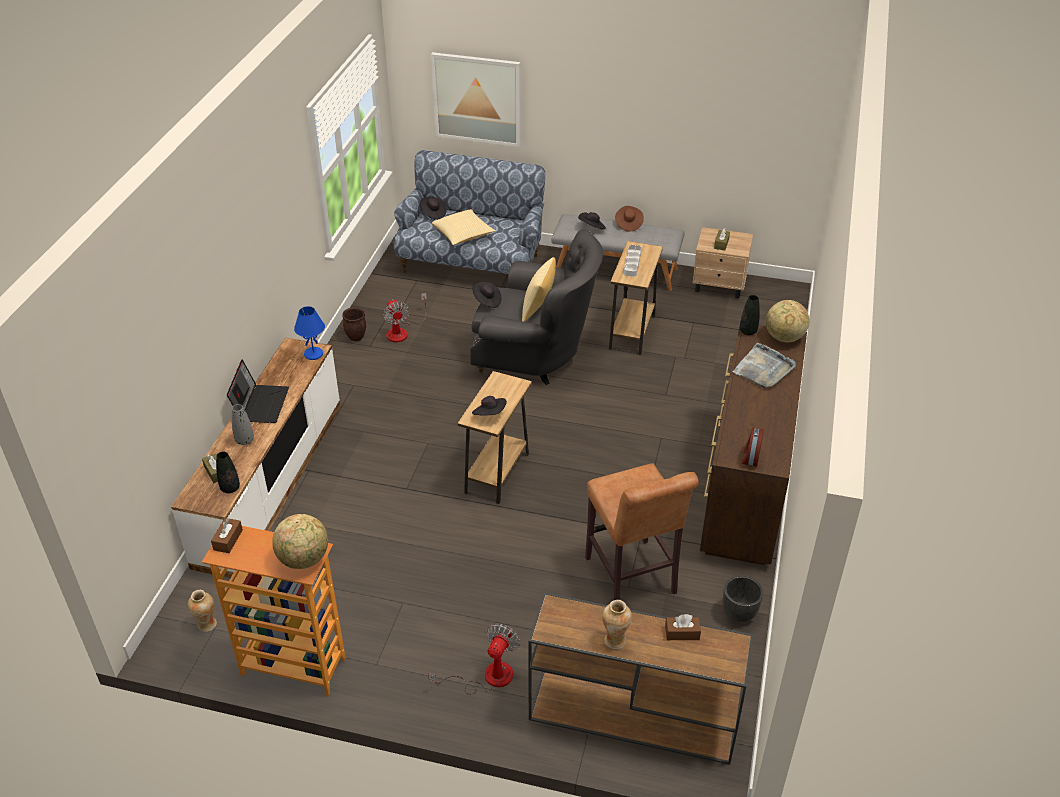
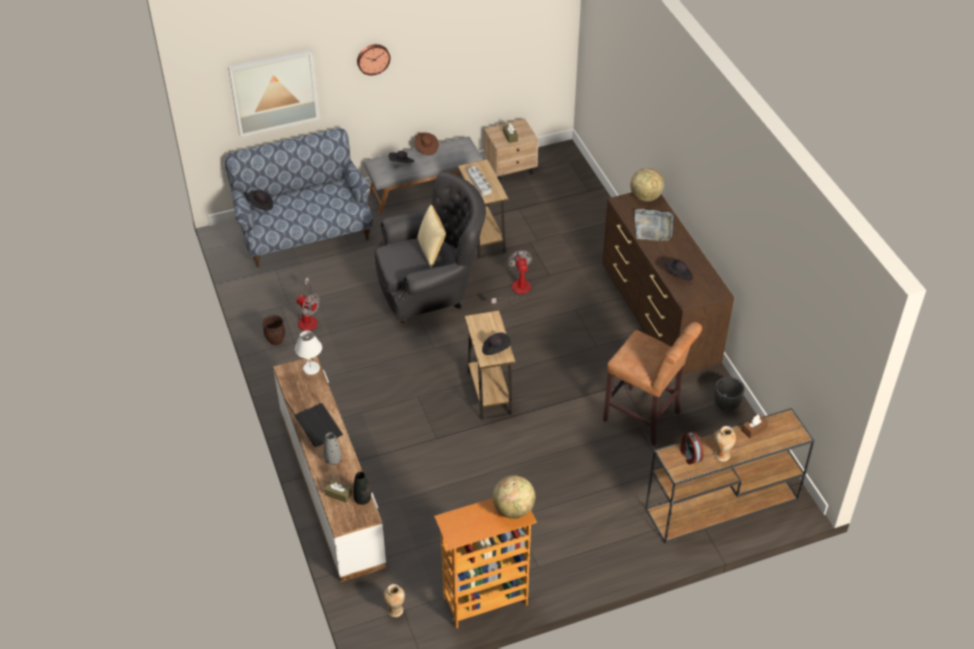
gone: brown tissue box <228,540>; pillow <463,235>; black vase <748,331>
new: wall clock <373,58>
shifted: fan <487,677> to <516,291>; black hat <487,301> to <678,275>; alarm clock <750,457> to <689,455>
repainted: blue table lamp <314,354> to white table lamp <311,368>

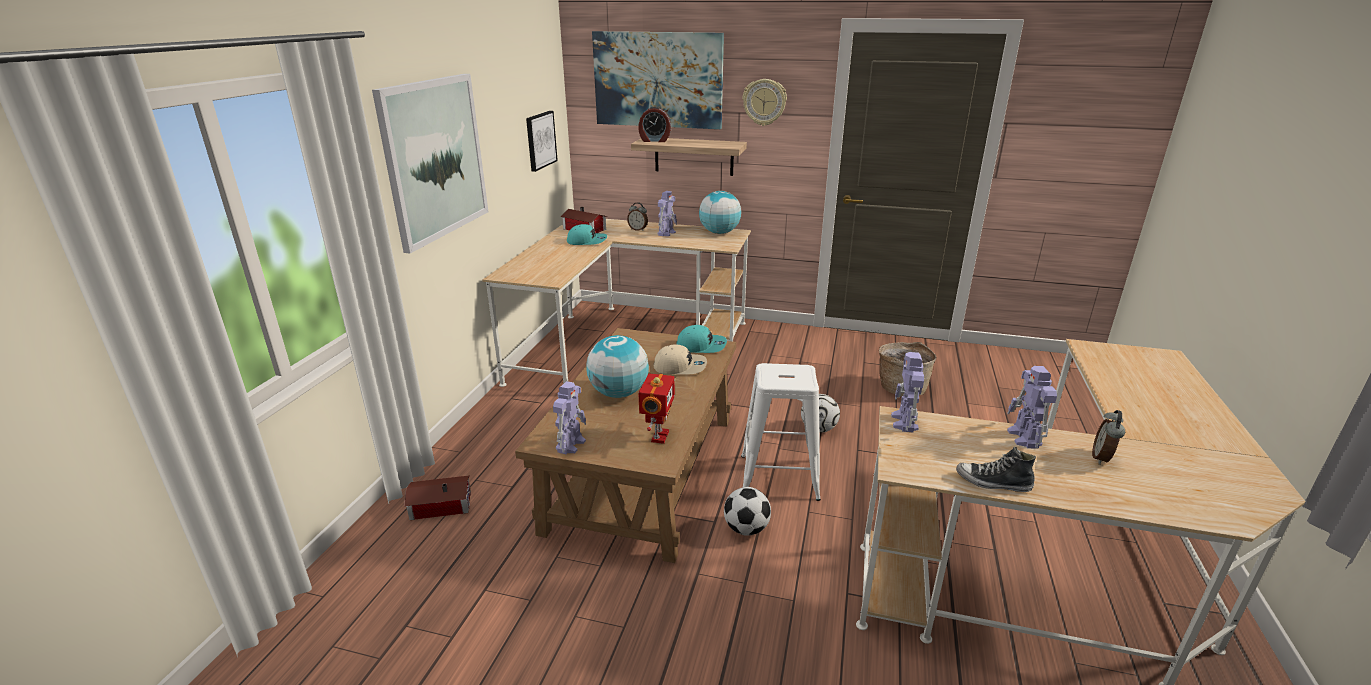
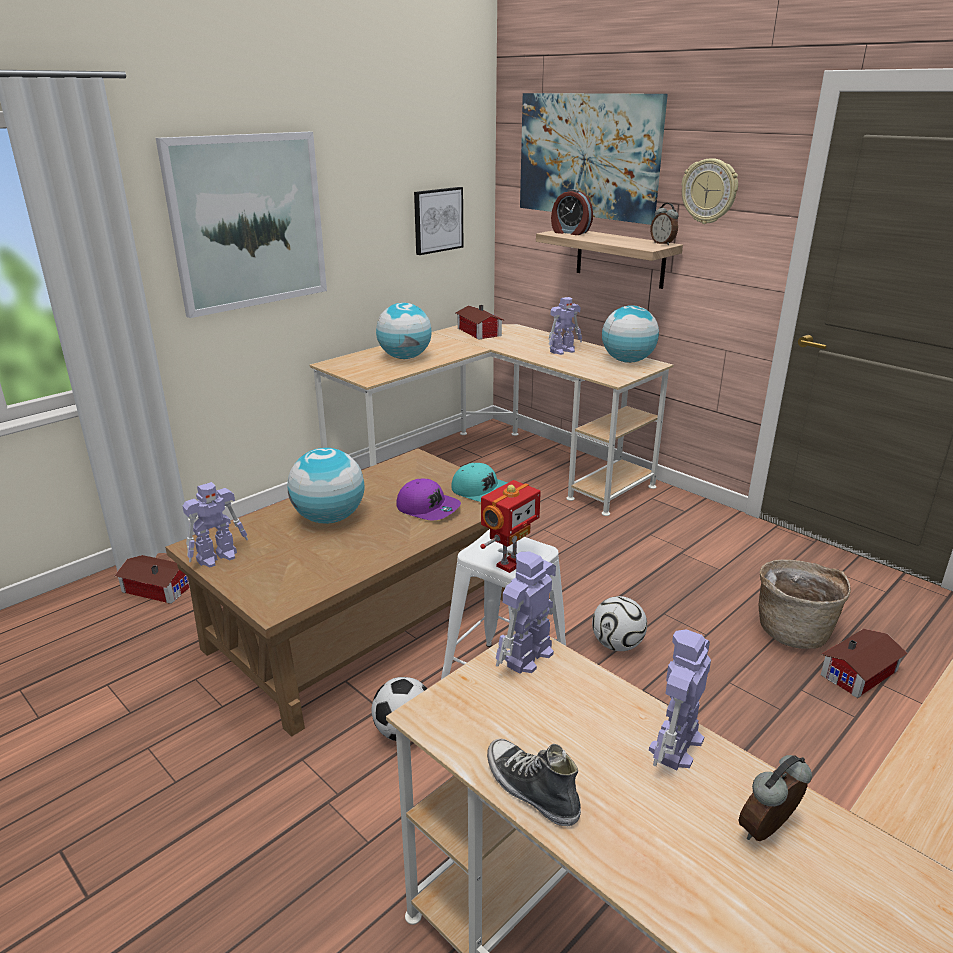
gone: turquoise cap <587,241>
new: globe <405,357>; toy house <862,673>
shifted: alarm clock <638,229> to <663,243>; toy robot <658,436> to <509,563>
repainted: beige cap <680,366> to purple cap <428,508>

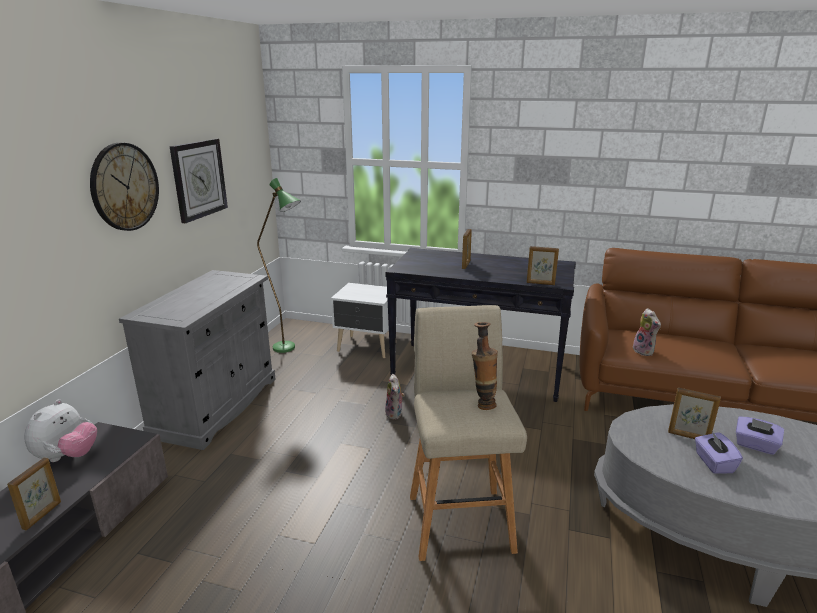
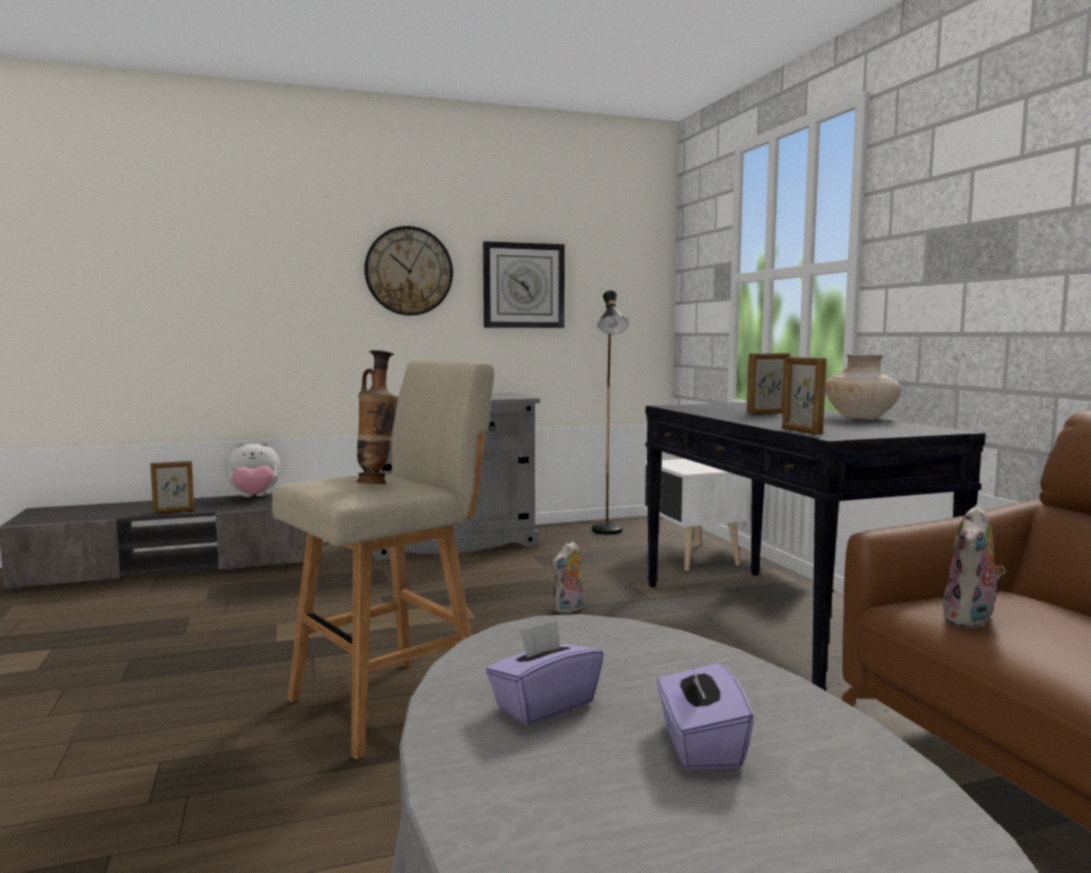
gone: picture frame <688,437>
new: beige vase <861,418>
repainted: green floor lamp <290,349> to black floor lamp <608,533>

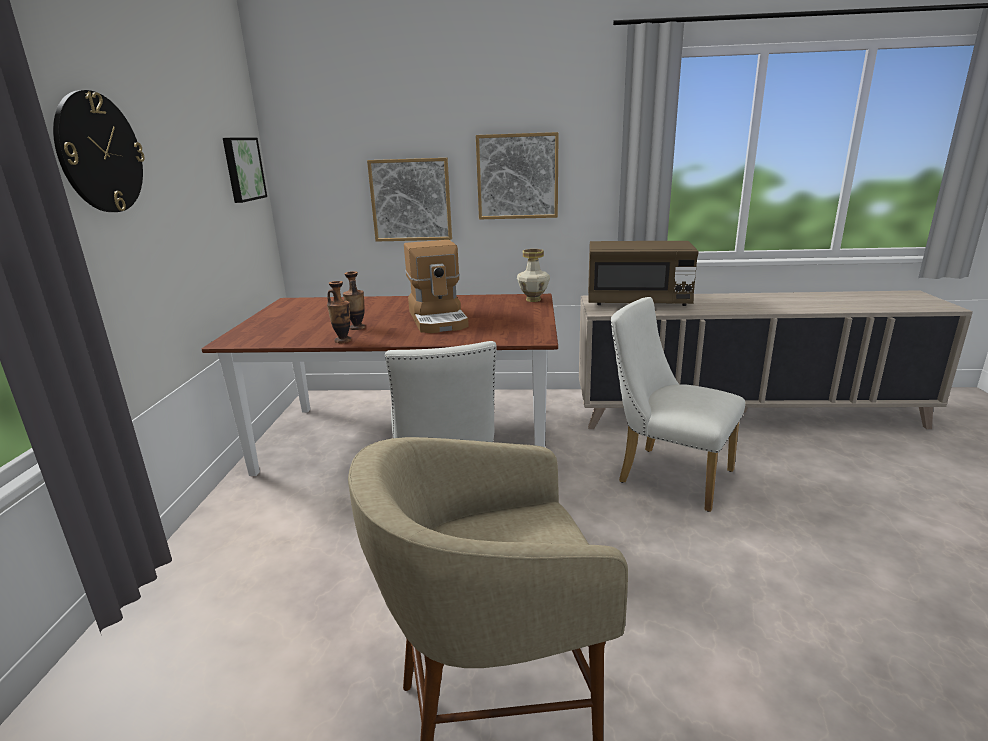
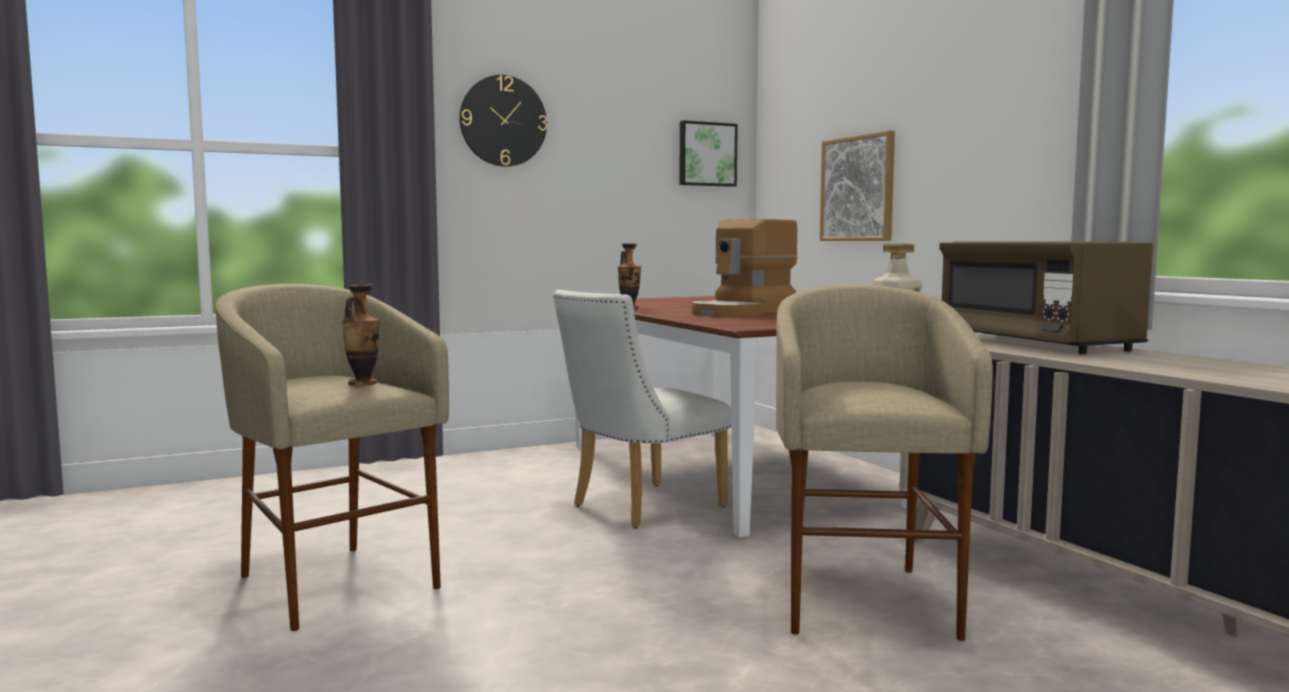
gone: picture <517,176>
shifted: vase <357,327> to <363,384>
swapped: white chair <667,474> to beige stool <863,599>

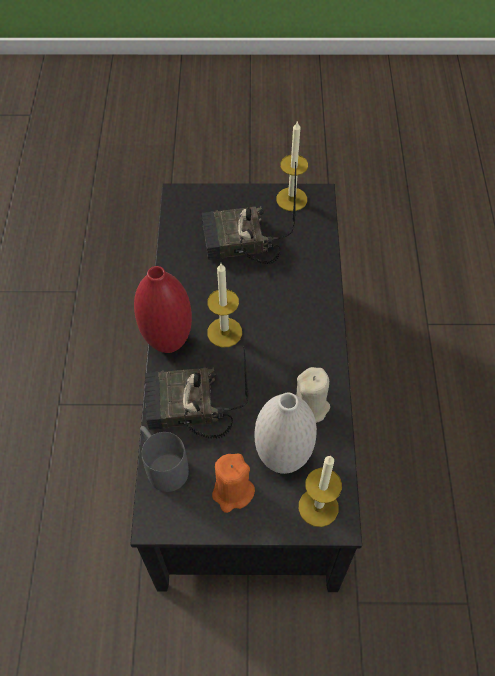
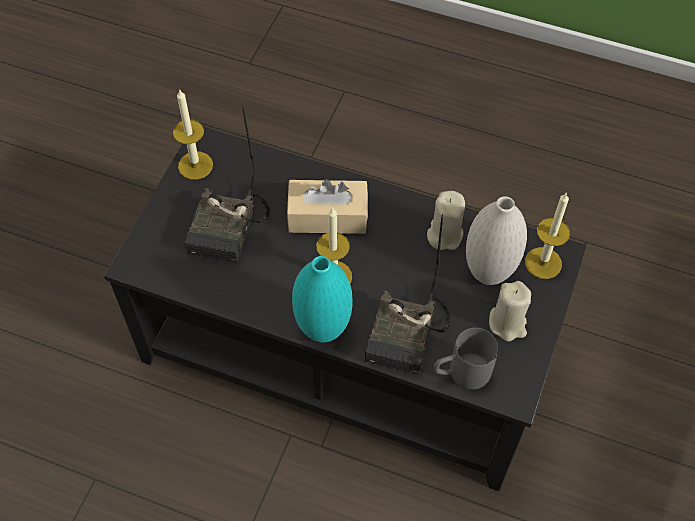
new: beige tissue box <327,216>
repainted: red vase <168,342> to turquoise vase <323,330>; orange candle <232,492> to beige candle <507,323>

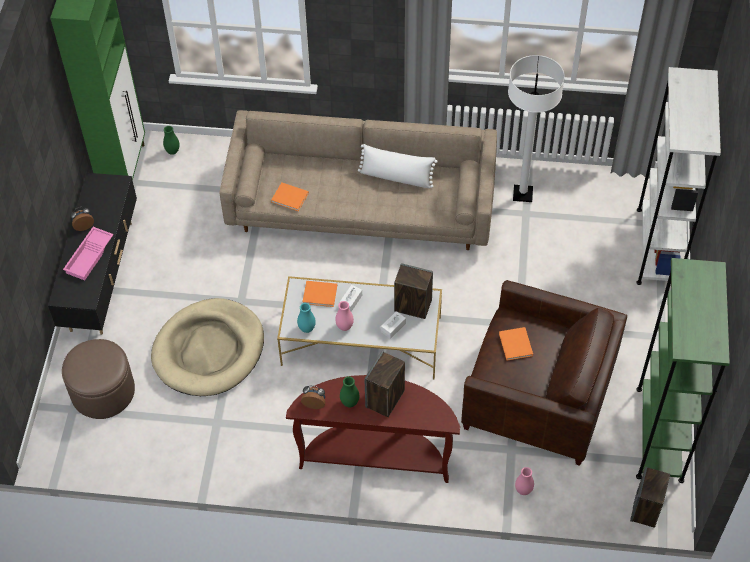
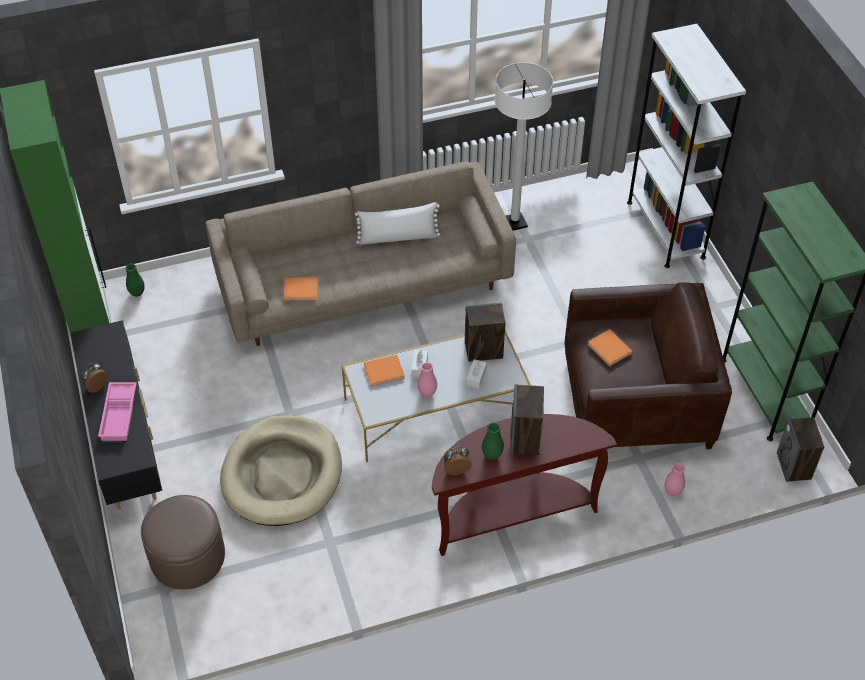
gone: turquoise vase <307,328>

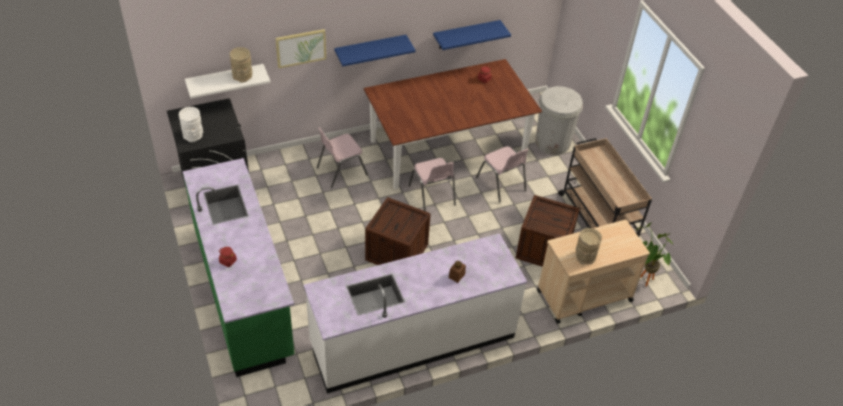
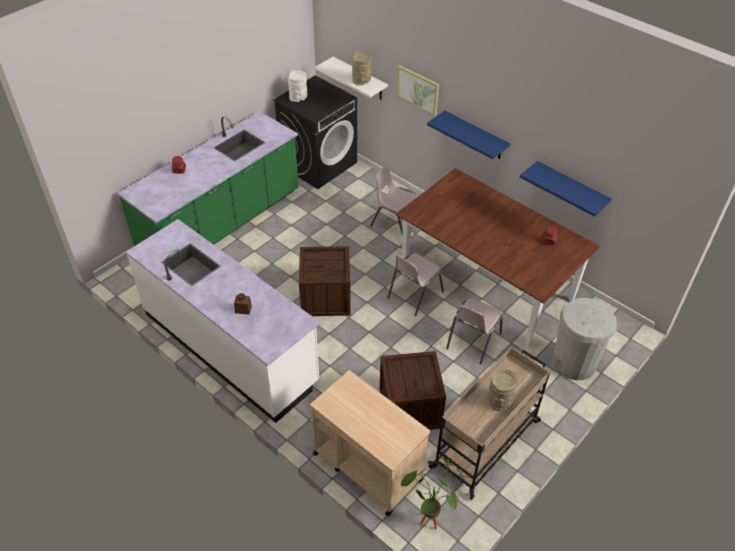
shifted: beige vase <585,256> to <499,400>

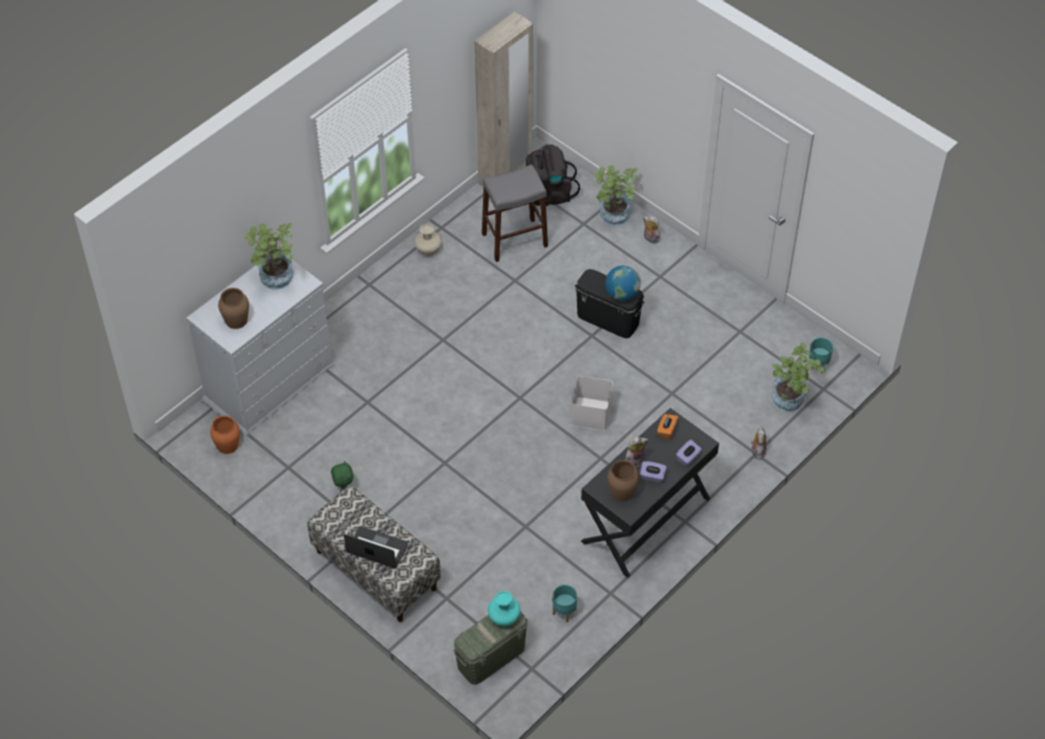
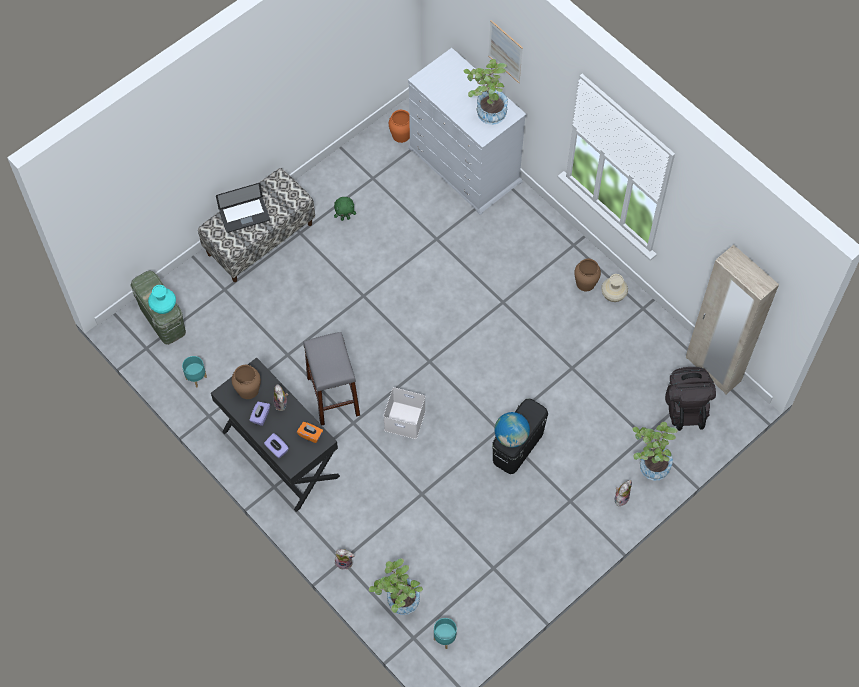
new: picture <505,51>
shifted: brown vase <236,320> to <585,282>; grey stool <514,240> to <333,396>
rotated: laptop <377,548> = <244,215> 45 degrees clockwise

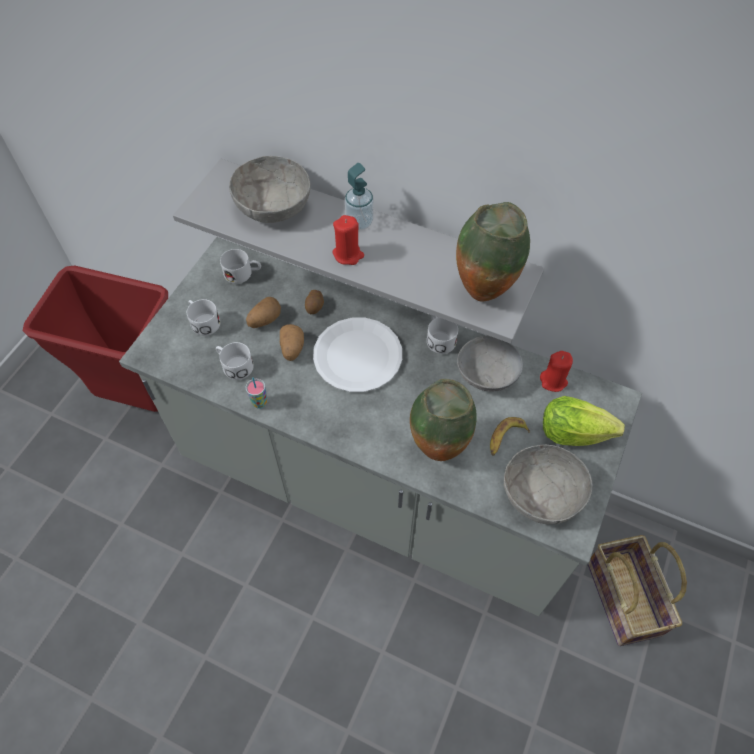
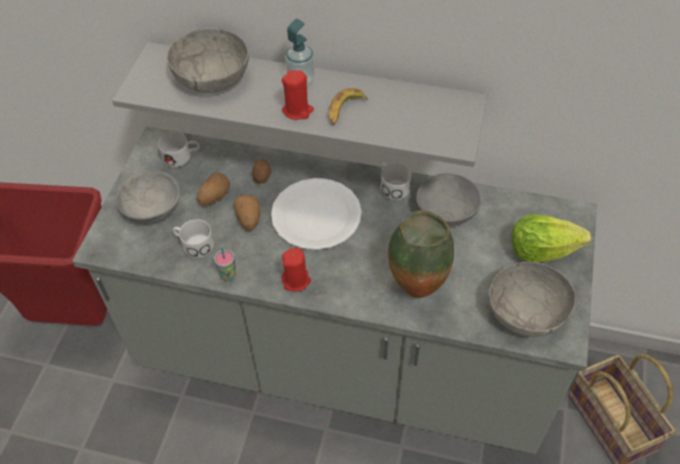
gone: vase <483,292>
shifted: banana <505,438> to <345,110>; red candle <553,381> to <296,280>
swapped: white mug <203,321> to grey bowl <151,208>

